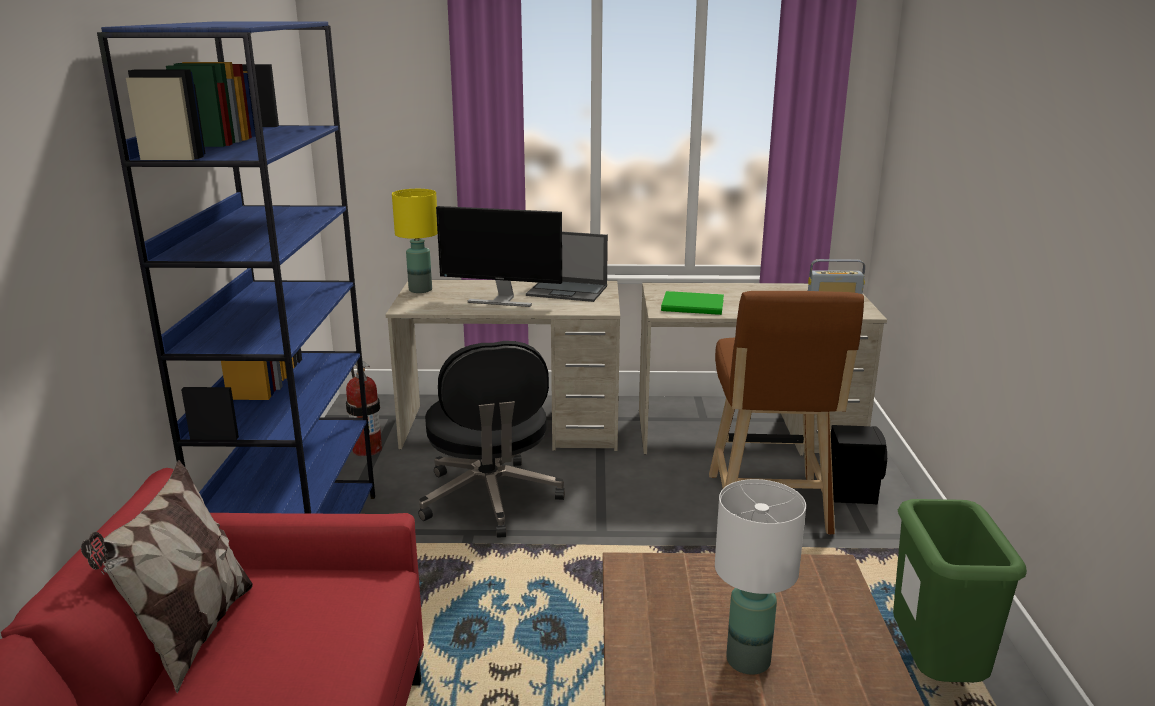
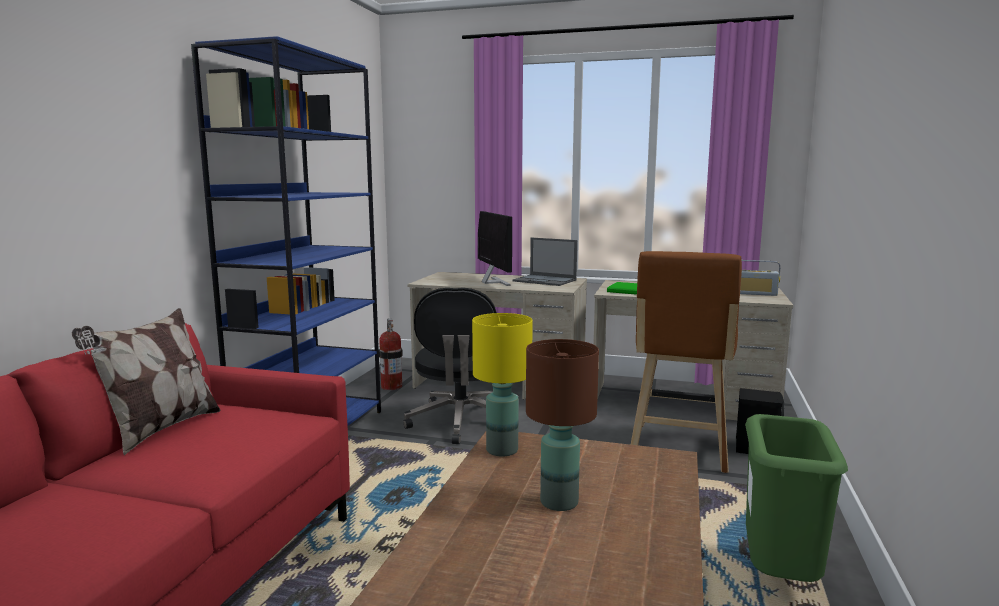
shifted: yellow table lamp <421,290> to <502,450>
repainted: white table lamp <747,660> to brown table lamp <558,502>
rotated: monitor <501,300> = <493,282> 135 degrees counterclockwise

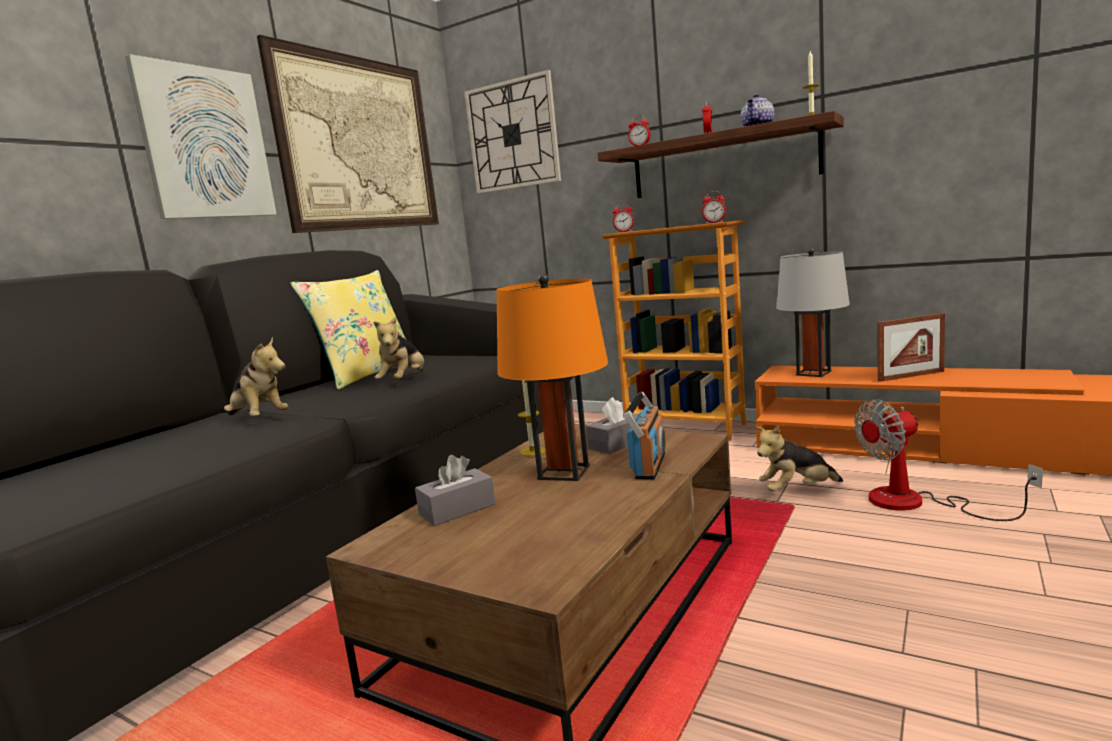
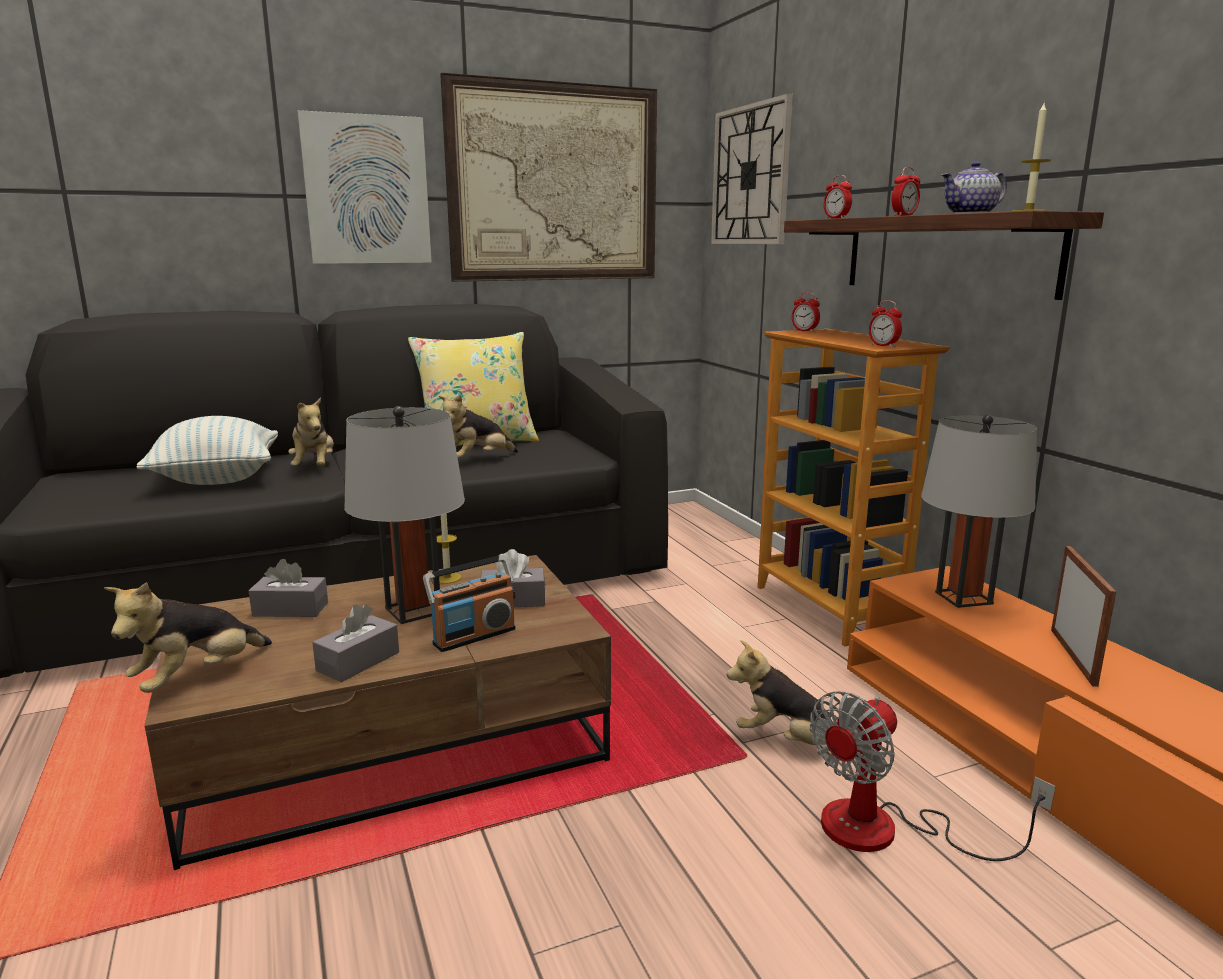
new: plush toy <197,677>; pillow <217,479>; grey tissue box <358,661>
repainted: orange table lamp <563,472> to grey table lamp <413,610>
rotated: fan <916,503> = <886,831> 60 degrees counterclockwise; picture frame <911,376> = <1073,656> 105 degrees counterclockwise

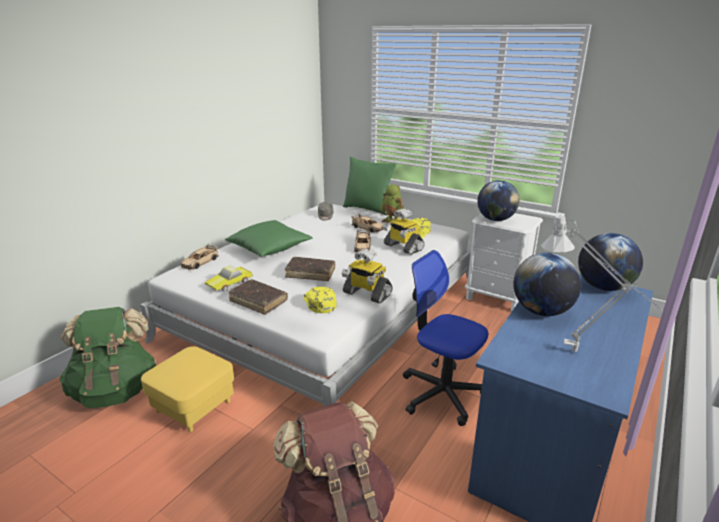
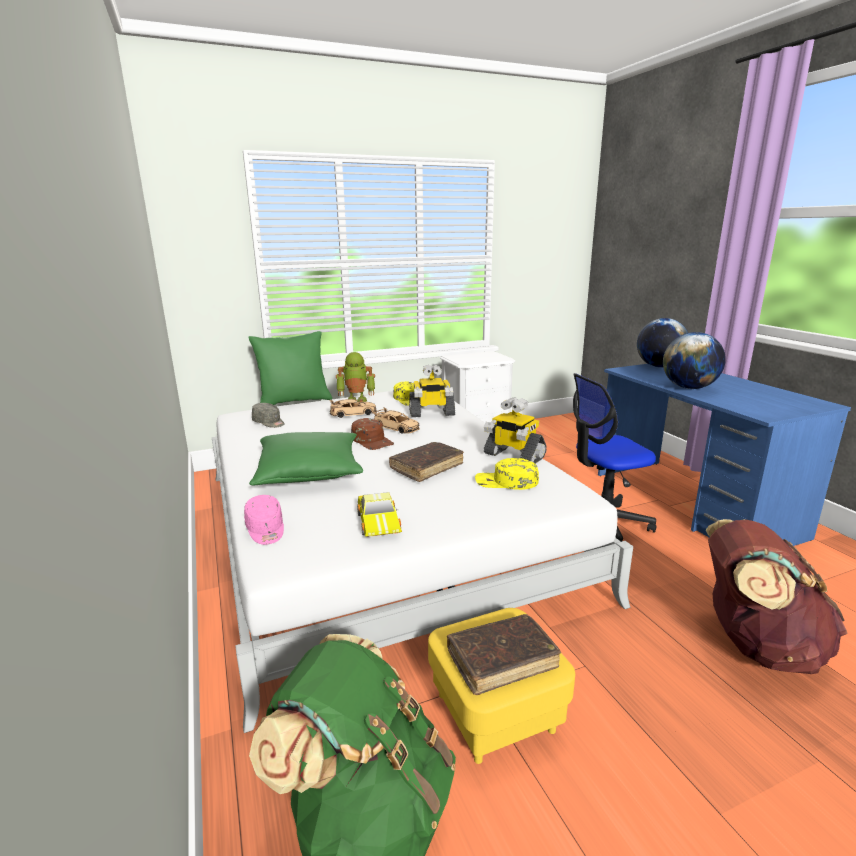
gone: globe <495,219>; grey table lamp <582,353>
new: brown cap <372,441>
shifted: brown book <258,301> to <501,660>
swapped: beige toy car <200,262> to pink cap <266,530>
rotated: toy robot <366,294> = <513,456> 60 degrees clockwise

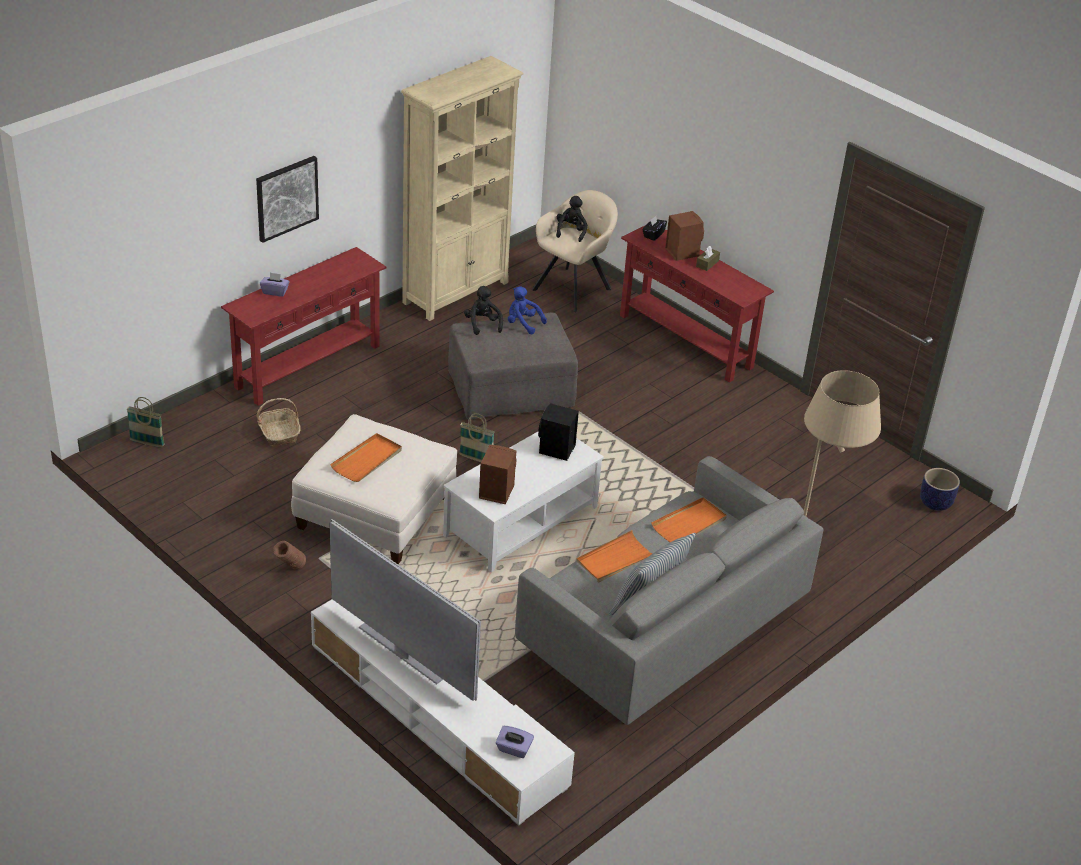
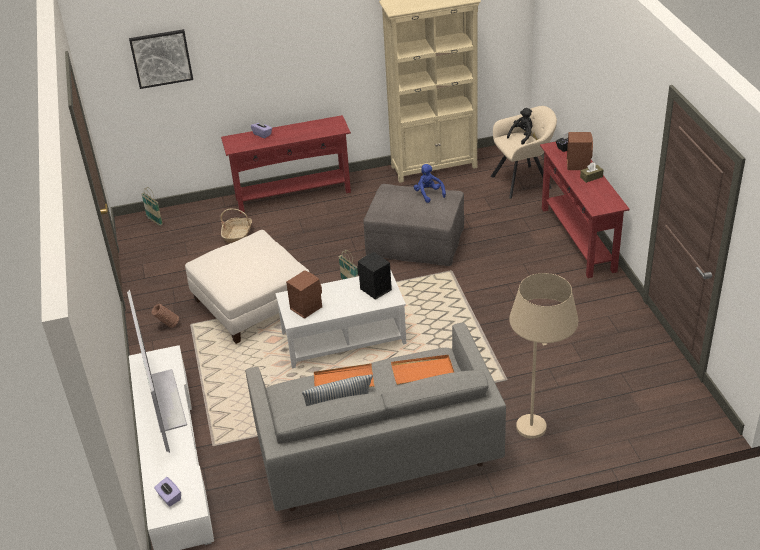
gone: orange tray <367,460>; black plush toy <482,324>; planter <936,503>
shifted: picture <286,198> to <161,58>

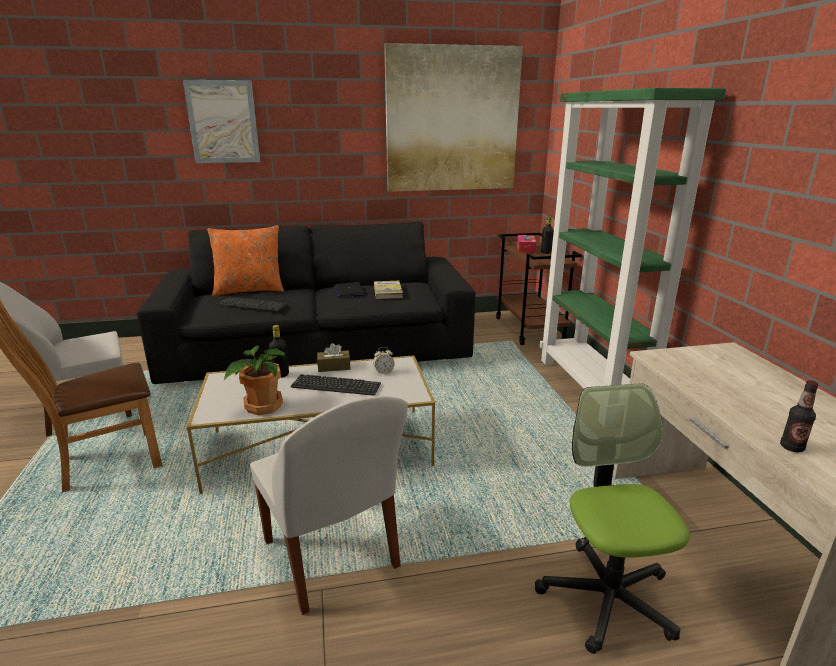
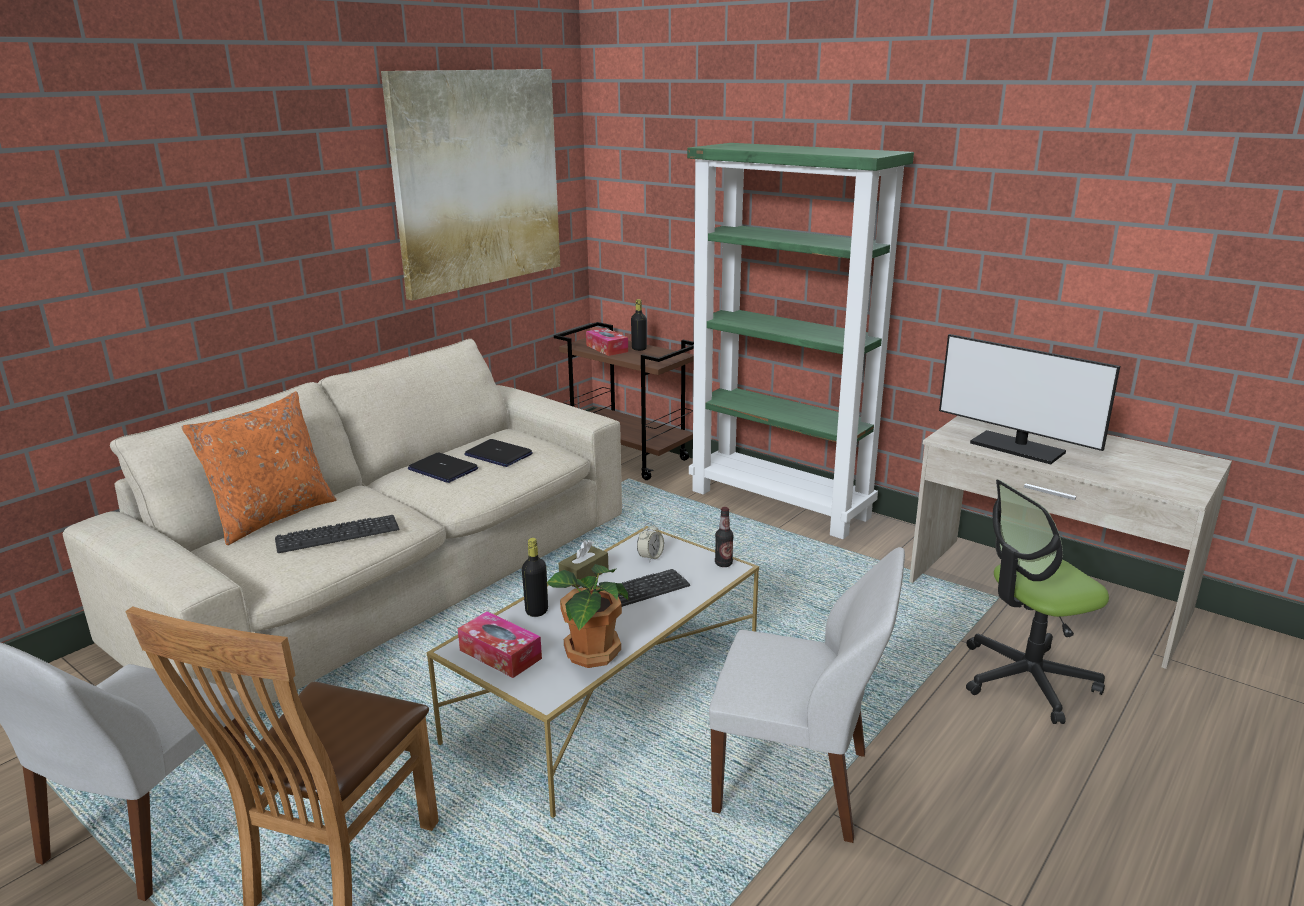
gone: picture <223,122>
new: tissue box <500,654>; monitor <1017,448>
shifted: bottle <791,447> to <723,564>
swapped: book <388,292> to laptop <498,455>
repainted: black sofa <319,349> to beige sofa <394,578>
rotated: office chair <607,597> = <1026,679> 60 degrees counterclockwise

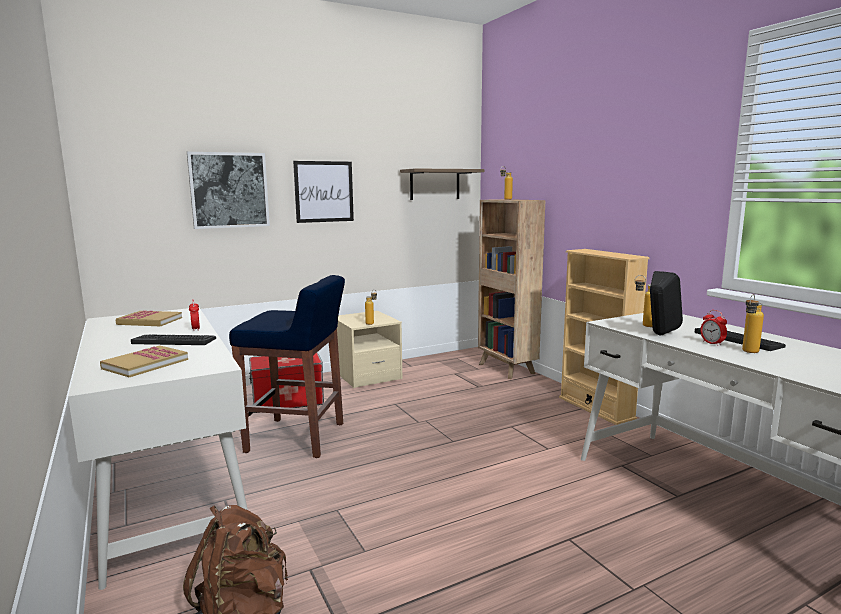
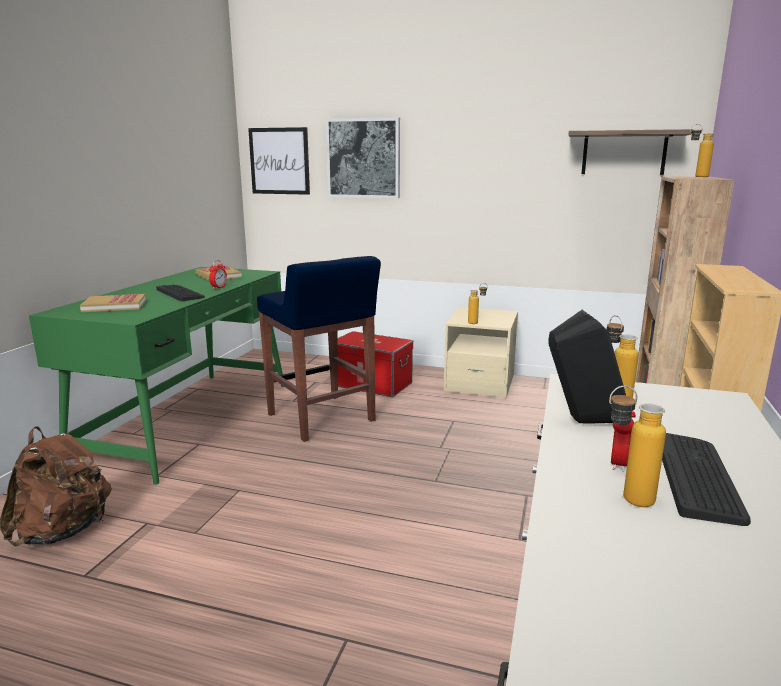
shifted: picture <324,191> to <279,161>
repainted: white desk <169,488> to green desk <190,420>

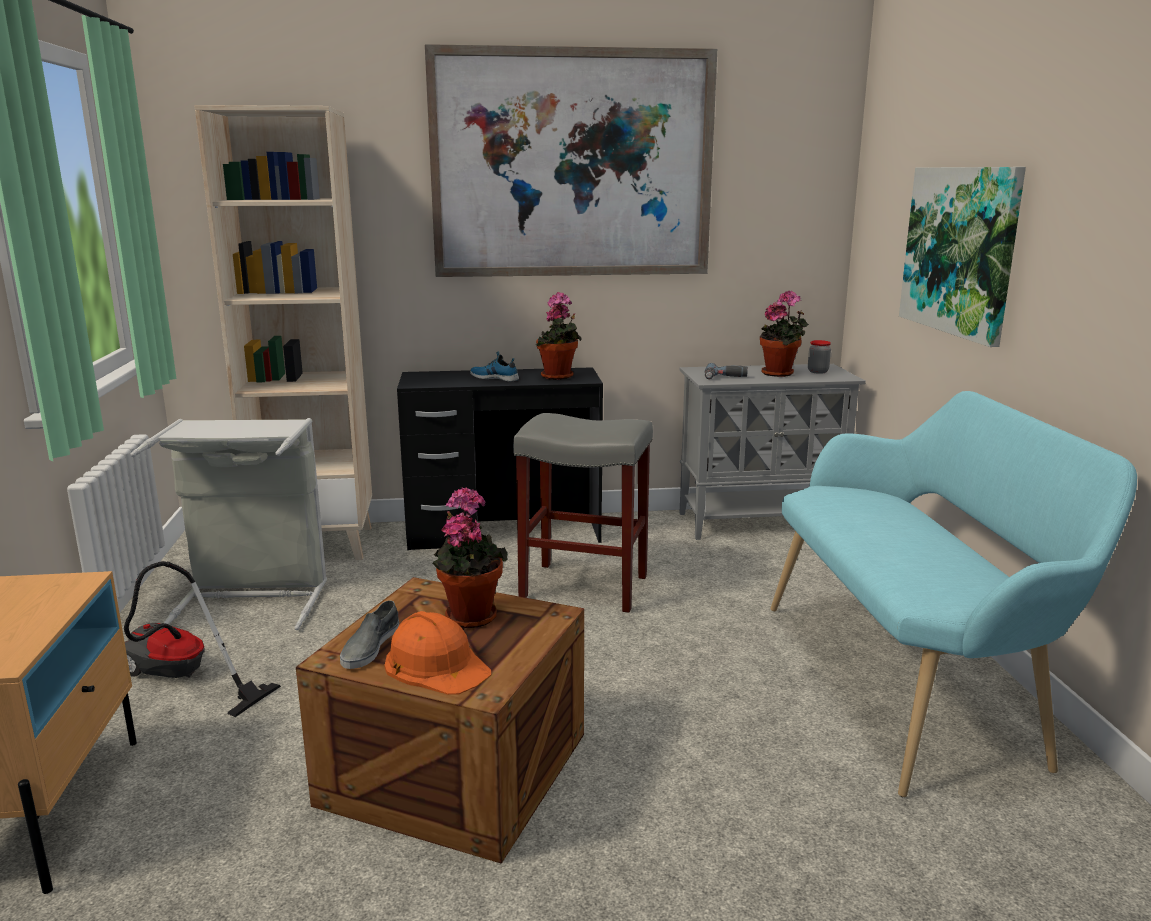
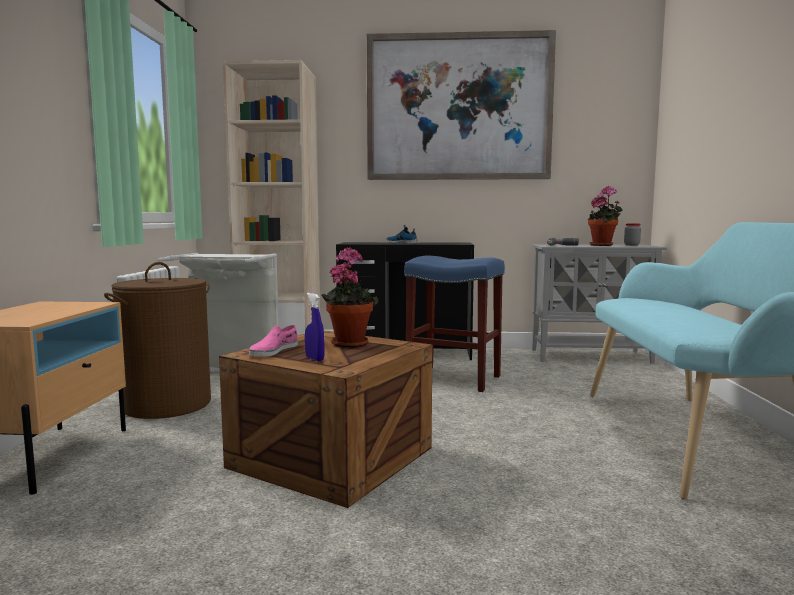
gone: potted plant <559,377>; picture <960,250>
swapped: vacuum cleaner <179,679> to brown laundry basket <167,404>; orange hard hat <436,665> to blue spray bottle <314,359>
repainted: grey shoe <370,646> to pink shoe <273,351>; grey stool <582,587> to blue stool <452,379>

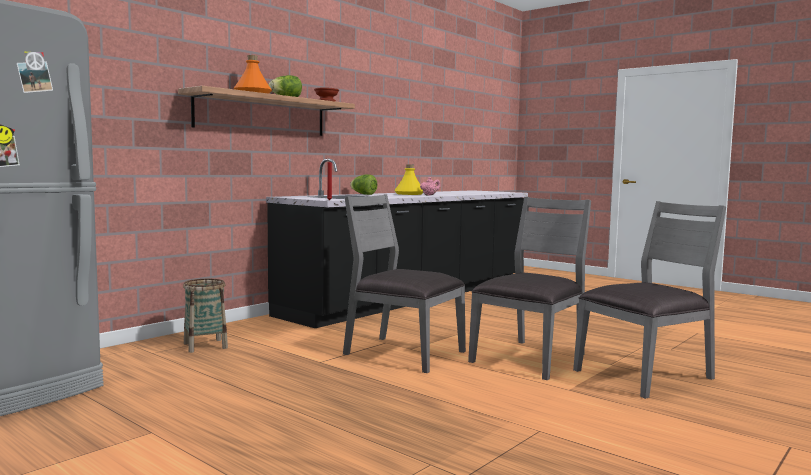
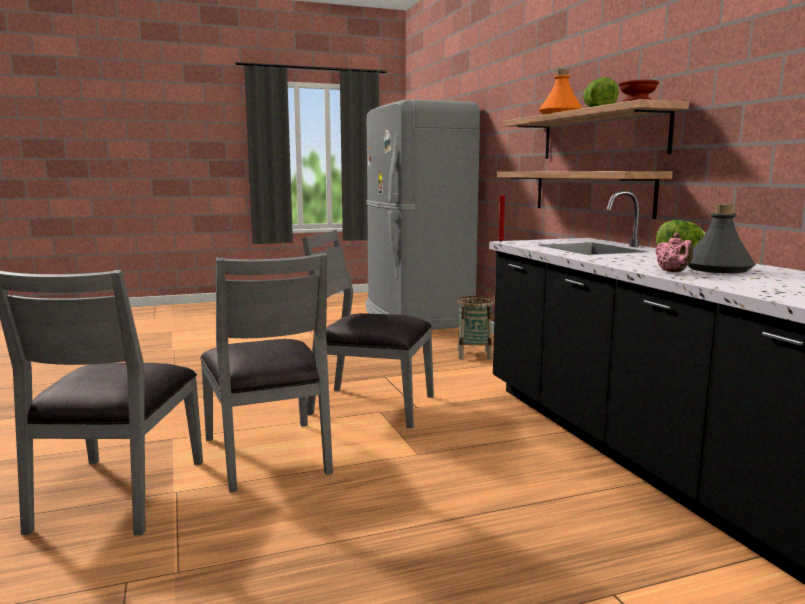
new: shelf <590,192>
repainted: yellow bottle <409,194> to grey bottle <717,269>
rotated: grey chair <402,353> = <370,405> 135 degrees counterclockwise

